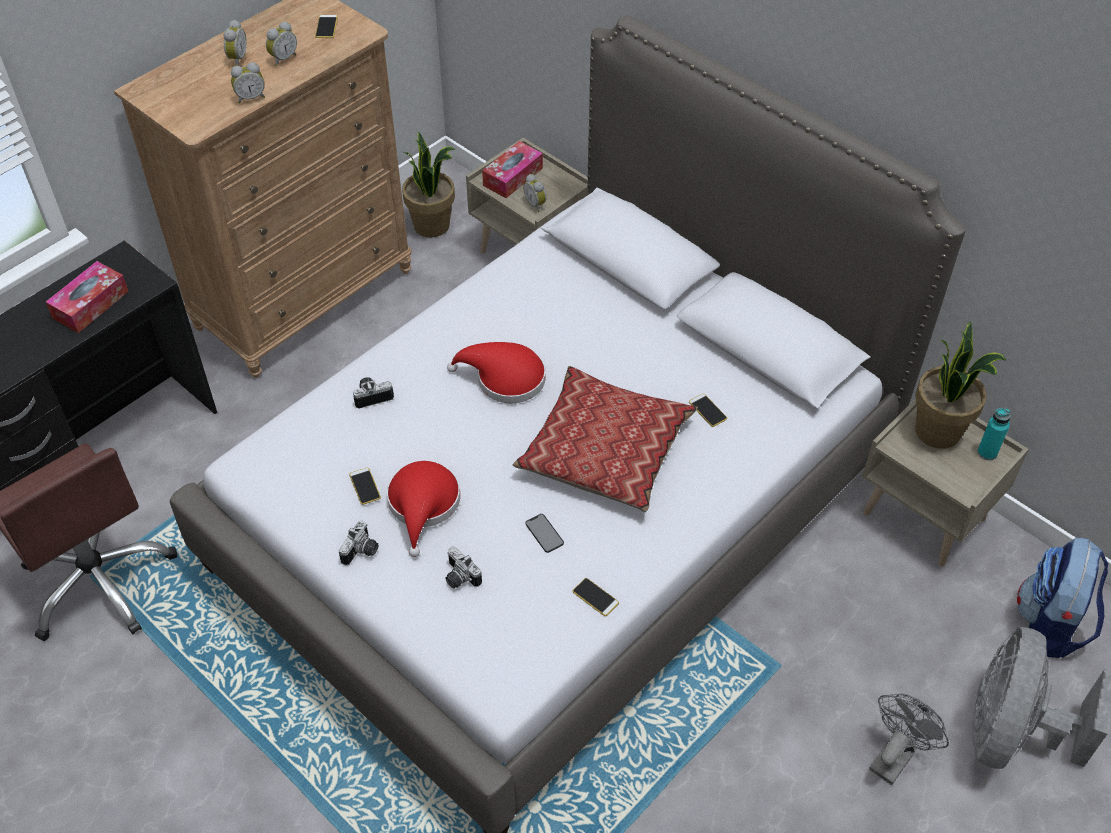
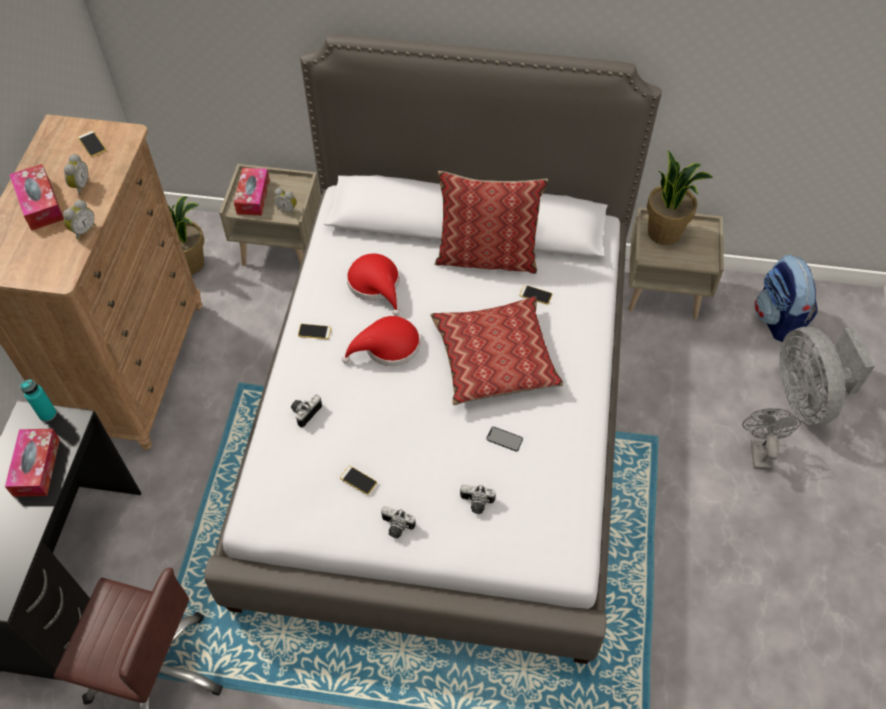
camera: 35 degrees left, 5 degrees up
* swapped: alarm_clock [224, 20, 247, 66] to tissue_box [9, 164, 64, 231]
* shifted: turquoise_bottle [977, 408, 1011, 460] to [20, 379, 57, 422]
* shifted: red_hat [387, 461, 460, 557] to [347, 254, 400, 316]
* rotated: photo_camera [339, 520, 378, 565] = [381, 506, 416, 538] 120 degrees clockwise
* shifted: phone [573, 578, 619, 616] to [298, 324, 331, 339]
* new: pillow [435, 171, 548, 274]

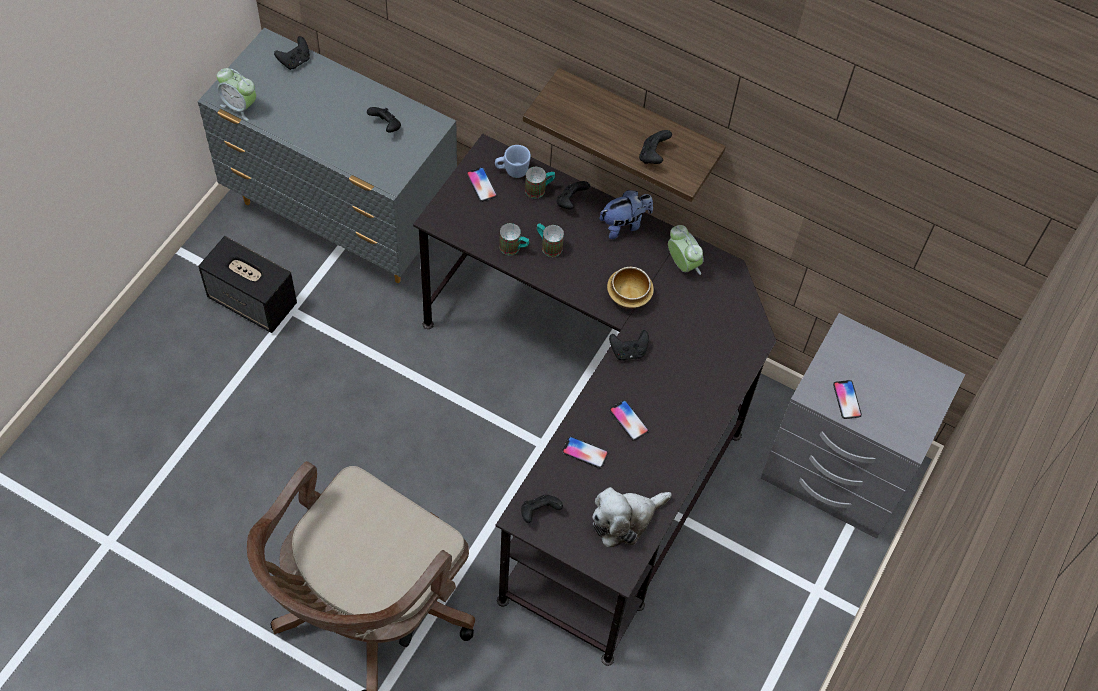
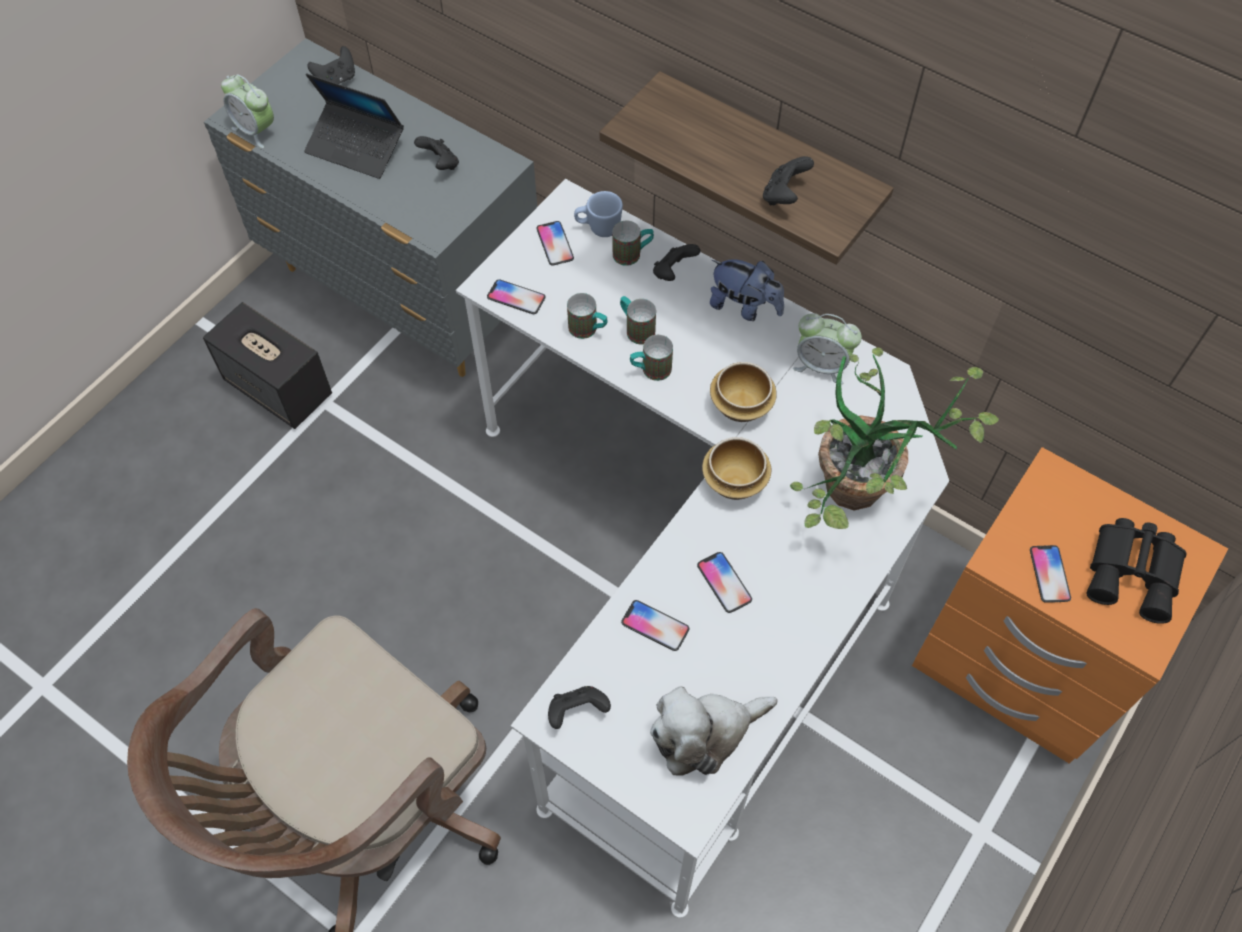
camera: 10 degrees right, 0 degrees up
* repainted: black_desk [413, 134, 776, 666] to white_desk [456, 179, 949, 918]
* rotated: plush_toy [600, 190, 653, 239] = [710, 259, 784, 321] 45 degrees clockwise
* rotated: alarm_clock [668, 225, 704, 275] = [793, 313, 862, 384] 135 degrees clockwise
* repainted: grey_nightstand [761, 313, 965, 539] to orange_nightstand [912, 447, 1228, 764]
* swapped: black_game_controller [609, 330, 649, 361] to bowl [702, 437, 771, 500]
* new: laptop [304, 73, 404, 179]
* new: phone [487, 279, 546, 314]
* new: mug [630, 335, 673, 381]
* new: potted_plant [790, 347, 999, 529]
* new: black_binoculars [1086, 518, 1187, 624]

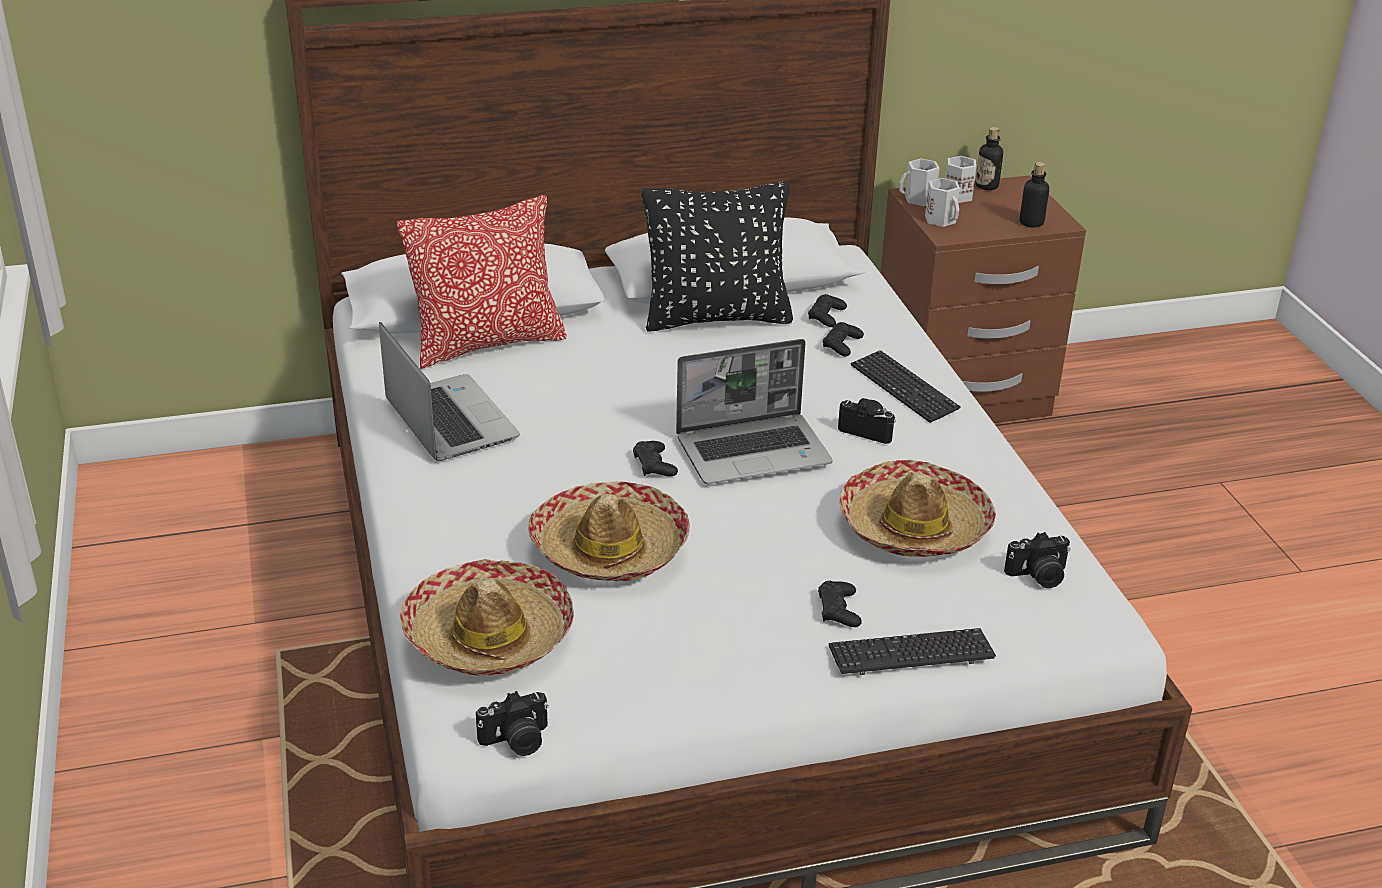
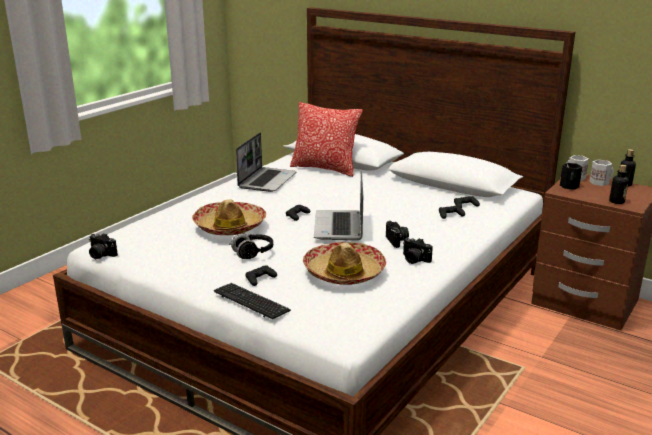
camera: 50 degrees right, 10 degrees down
* repainted: white_mug [925, 178, 960, 227] to black_mug [560, 163, 582, 190]
* gone: black_pillow [642, 181, 793, 332]
* rotated: laptop [676, 339, 833, 484] = [314, 171, 363, 240] 60 degrees clockwise
* gone: keyboard [851, 350, 961, 423]
* shifted: photo_camera [1004, 532, 1070, 588] to [403, 238, 433, 264]
* gone: hat [400, 559, 574, 676]
* new: black_headphones [229, 233, 273, 259]

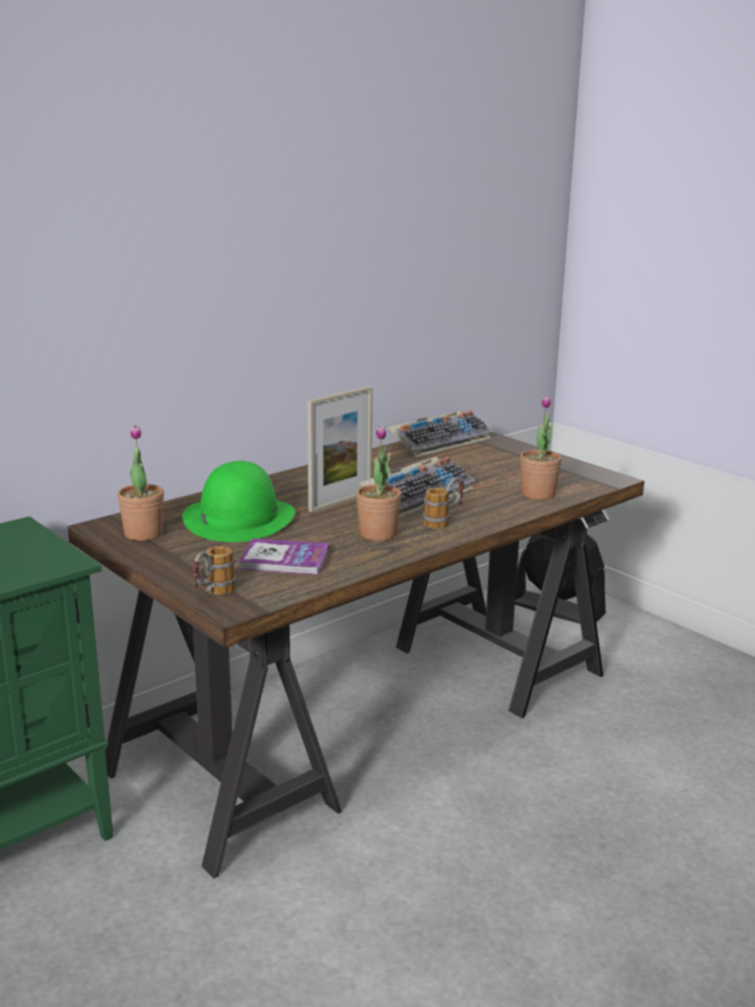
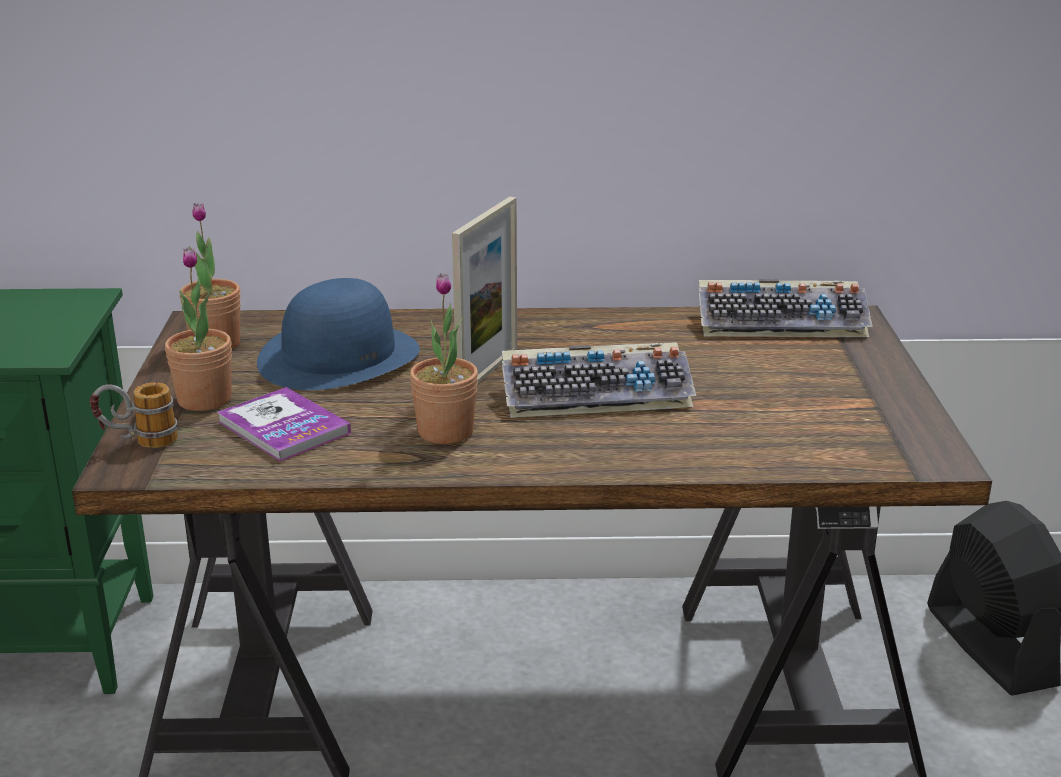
camera: 40 degrees right, 5 degrees up
* rotated: picture_frame [307, 386, 373, 512] = [452, 197, 517, 384] 60 degrees counterclockwise
* shifted: potted_plant [520, 395, 561, 500] to [165, 247, 232, 411]
* repainted: green_hat [182, 461, 295, 542] to blue_hat [257, 278, 420, 390]
* gone: mug [423, 476, 464, 529]

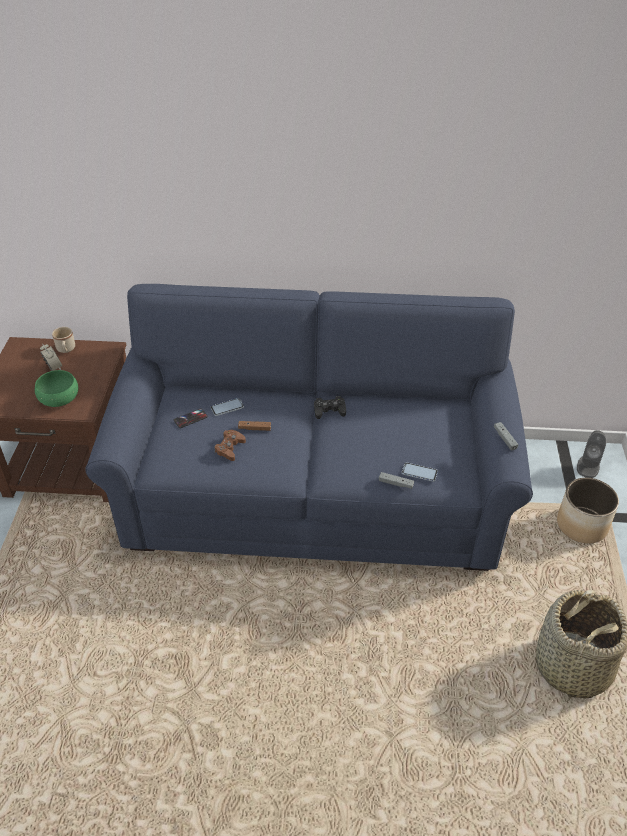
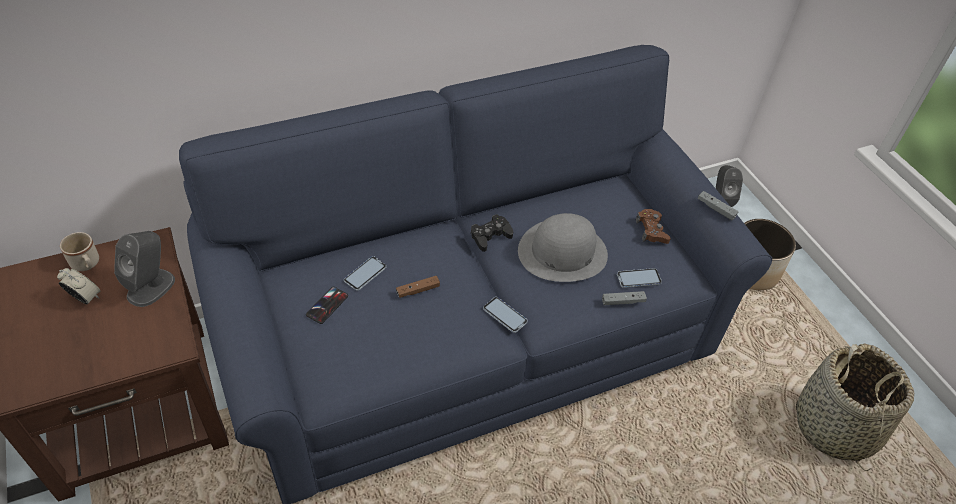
camera: 30 degrees left, 5 degrees up
* gone: green_bowl [35, 370, 78, 407]
* shifted: brown_game_controller [214, 430, 246, 461] to [636, 209, 671, 244]
* new: grey_hat [518, 213, 608, 282]
* new: grey_speaker [114, 231, 175, 307]
* new: phone [483, 297, 528, 333]

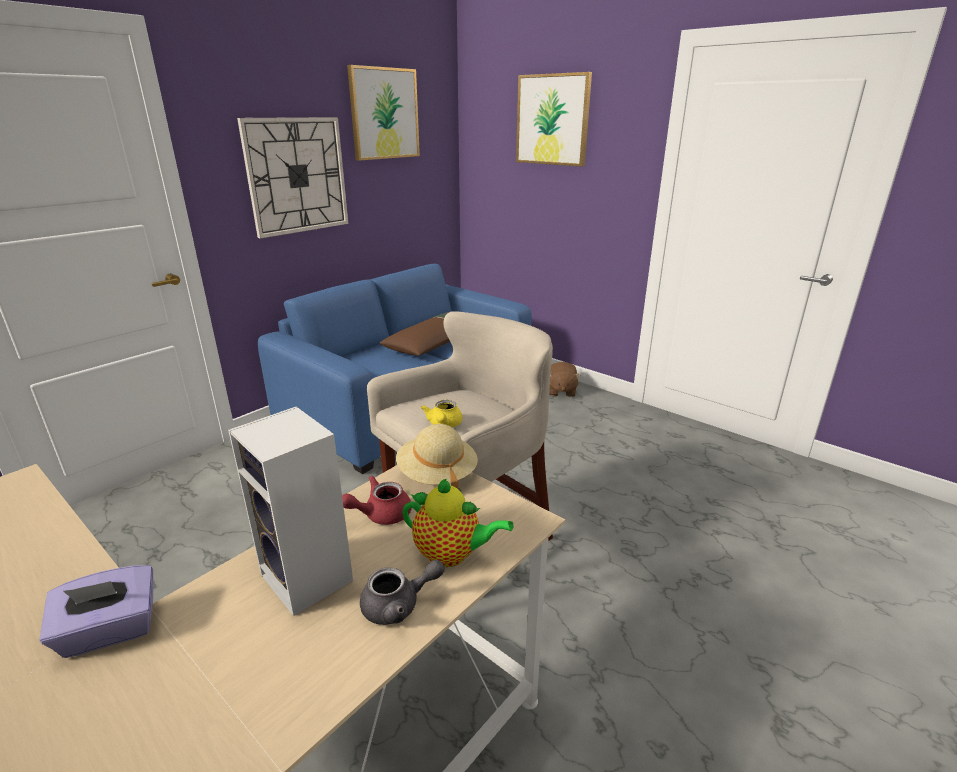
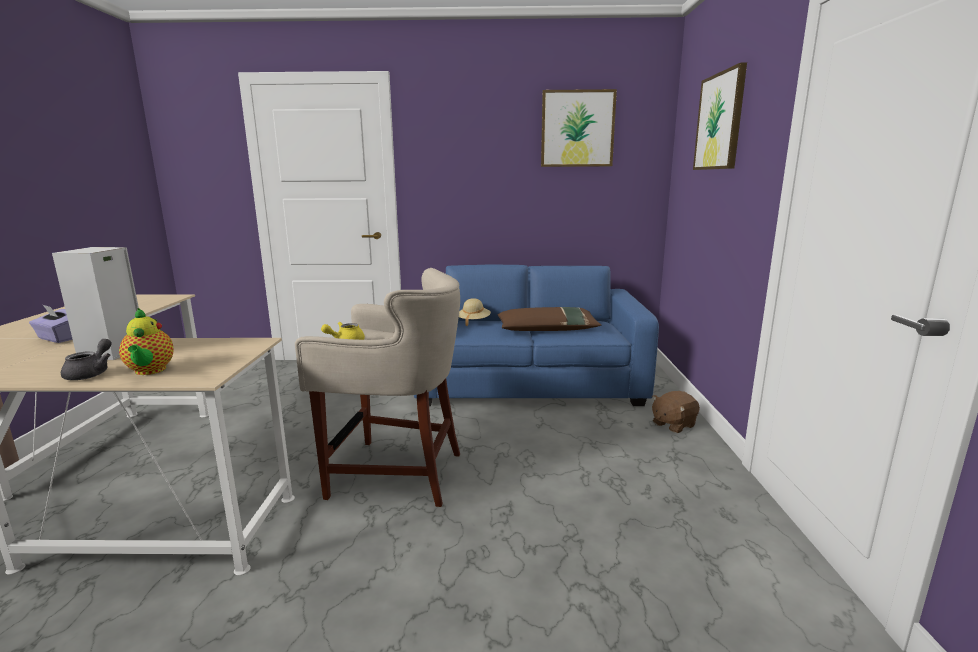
camera: 50 degrees right, 10 degrees down
* gone: wall_clock [237, 117, 348, 238]
* shifted: beige_hat [396, 424, 478, 488] to [459, 298, 491, 326]
* gone: red_teapot [342, 476, 412, 525]
* rotated: grey_teapot [360, 560, 445, 625] = [61, 339, 112, 380] 120 degrees counterclockwise

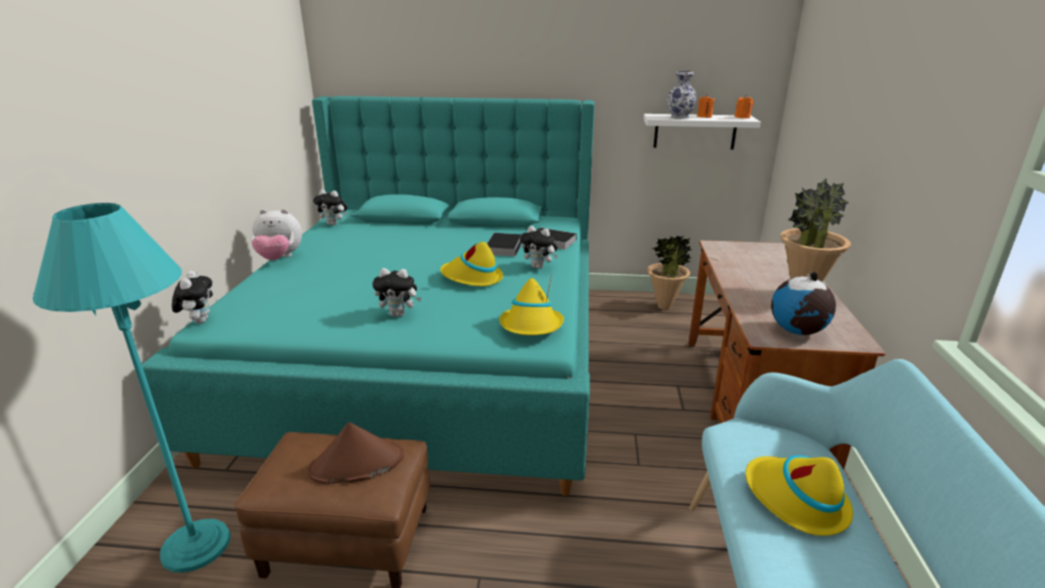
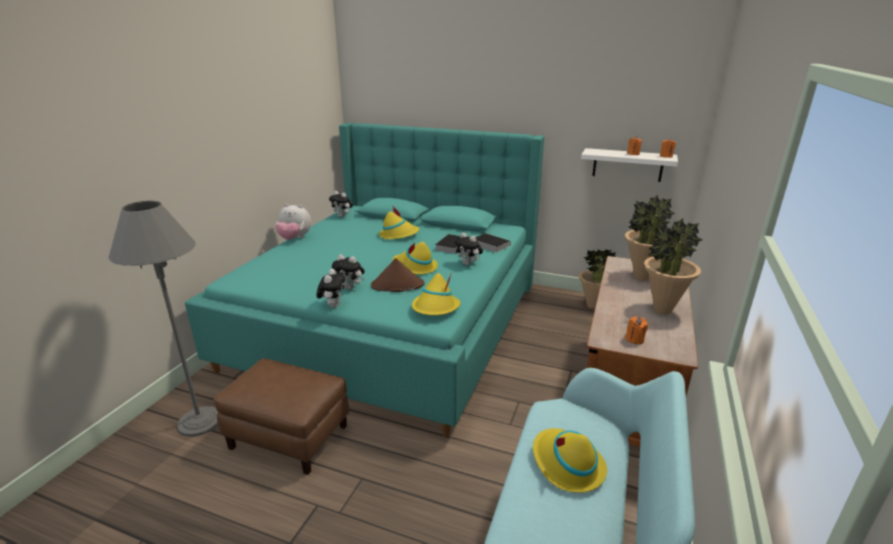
camera: 15 degrees right, 0 degrees up
* gone: vase [667, 71, 697, 119]
* repainted: turquoise_floor_lamp [33, 203, 231, 573] to grey_floor_lamp [109, 201, 219, 437]
* shifted: plush_toy [172, 271, 213, 324] to [316, 269, 345, 308]
* swapped: globe [771, 272, 836, 335] to orange_candle [625, 317, 648, 344]
* shifted: brown_hat [308, 422, 404, 484] to [371, 258, 425, 292]
* new: potted_plant [625, 195, 675, 280]
* new: yellow_hat [379, 205, 419, 239]

